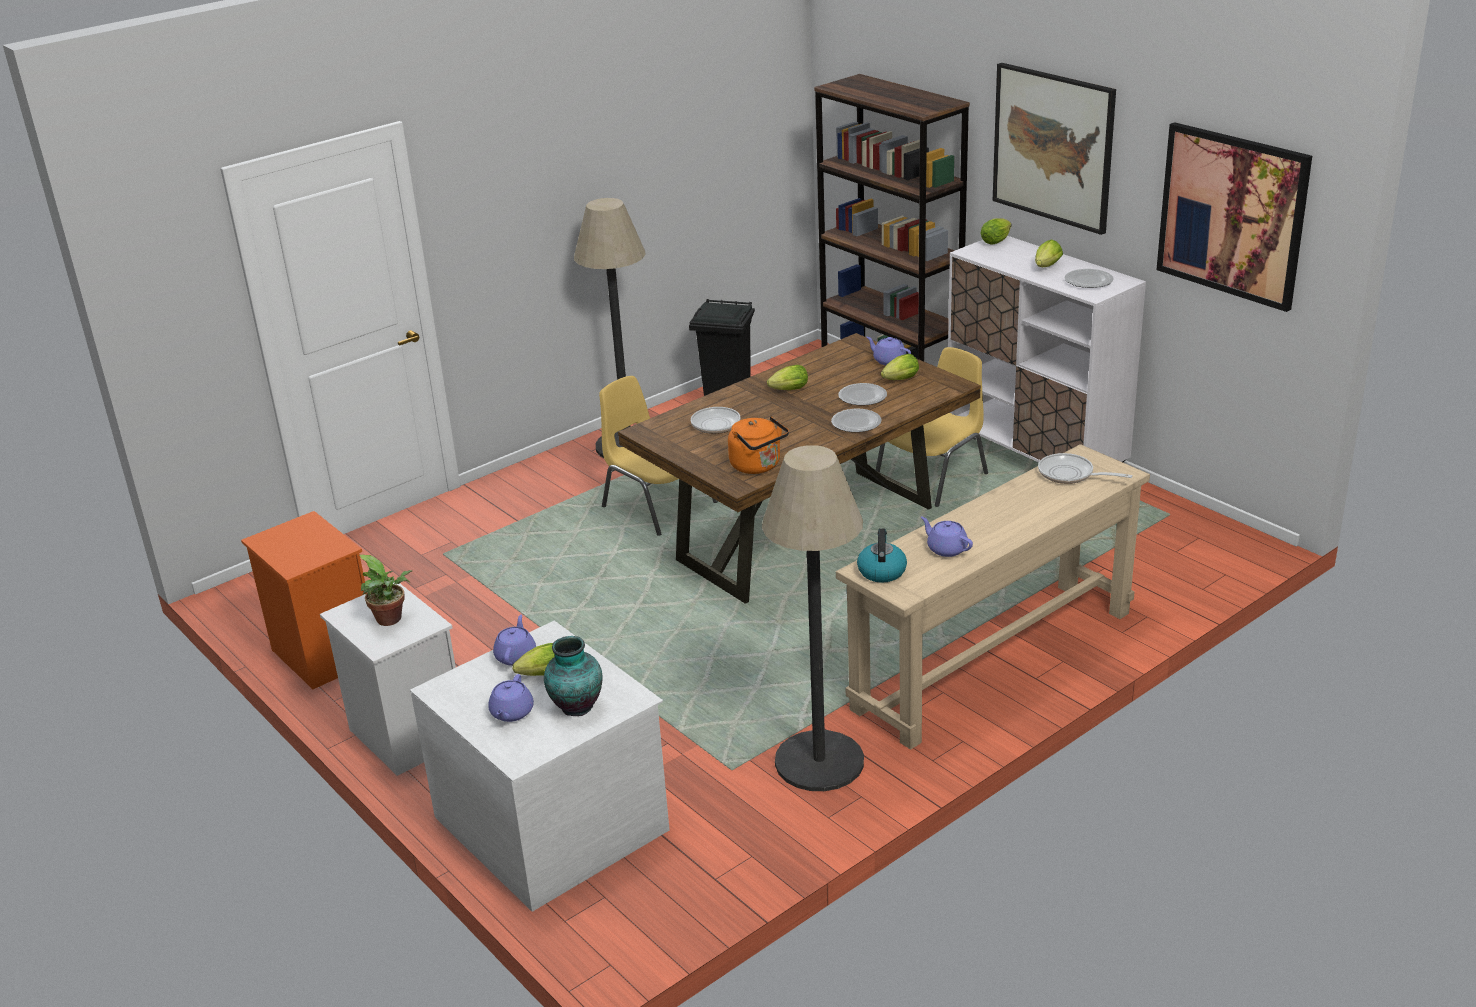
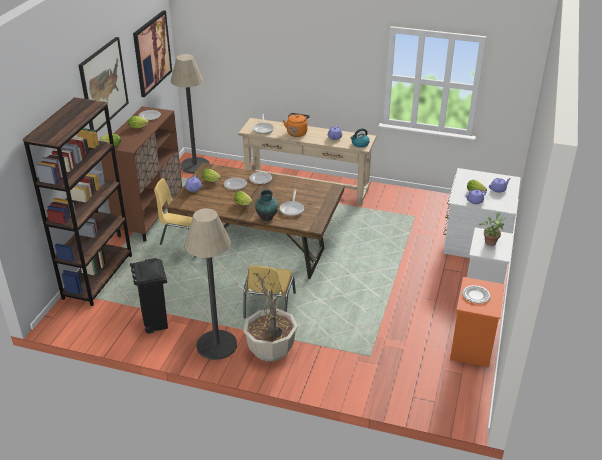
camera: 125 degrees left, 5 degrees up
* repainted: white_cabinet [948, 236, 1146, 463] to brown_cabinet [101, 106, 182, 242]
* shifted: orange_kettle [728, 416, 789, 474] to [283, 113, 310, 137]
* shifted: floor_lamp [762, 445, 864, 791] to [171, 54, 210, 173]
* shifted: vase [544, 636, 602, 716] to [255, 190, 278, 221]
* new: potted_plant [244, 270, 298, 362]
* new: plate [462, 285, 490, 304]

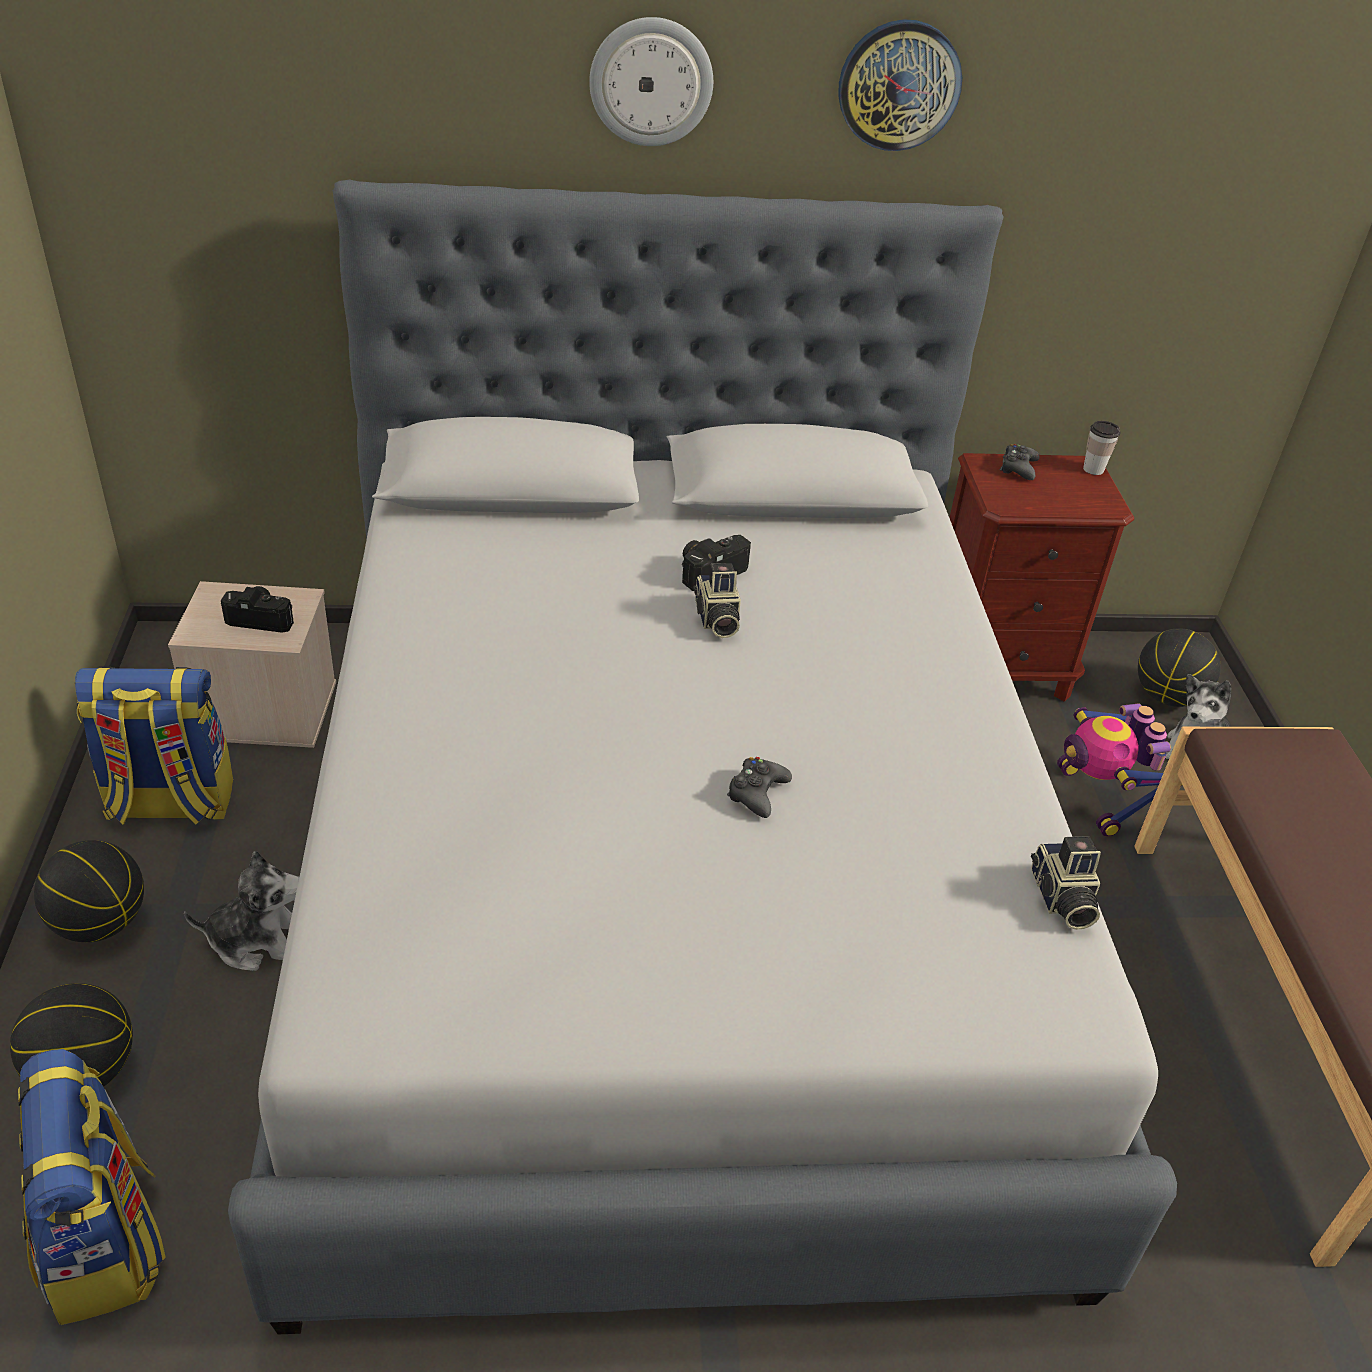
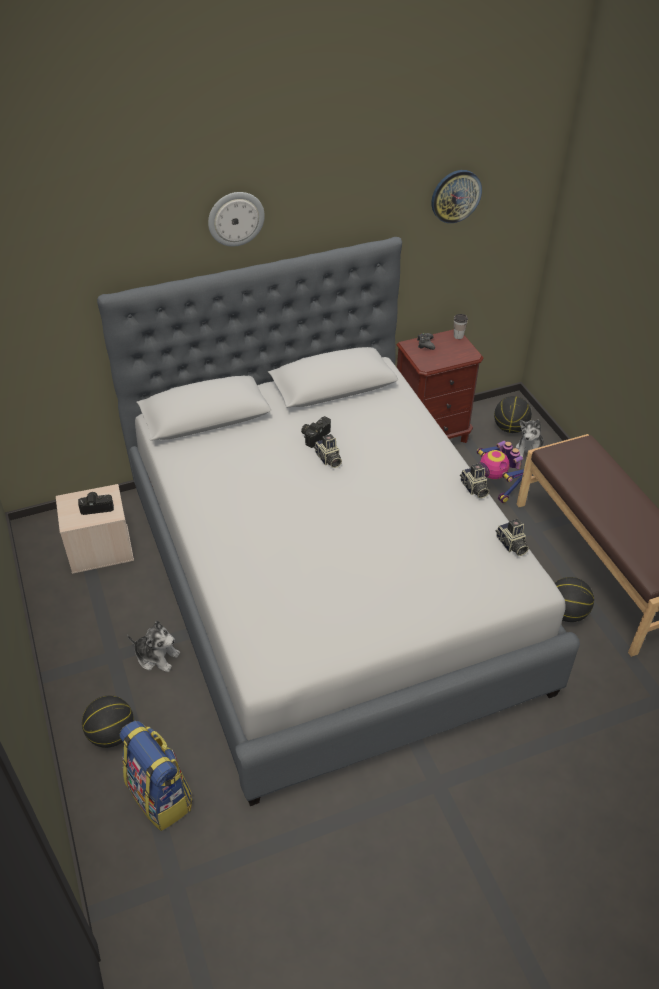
camera: 15 degrees left, 5 degrees up
* shifted: wall_clock [838, 19, 962, 151] to [431, 170, 482, 223]
* gone: backpack [75, 667, 233, 825]
* gone: black_game_controller [727, 757, 792, 818]
* shifted: basketball [34, 840, 144, 942] to [555, 577, 594, 622]
* rotated: plush_toy [184, 851, 299, 971] = [127, 621, 180, 672] 45 degrees clockwise
* new: photo_camera [460, 463, 489, 498]

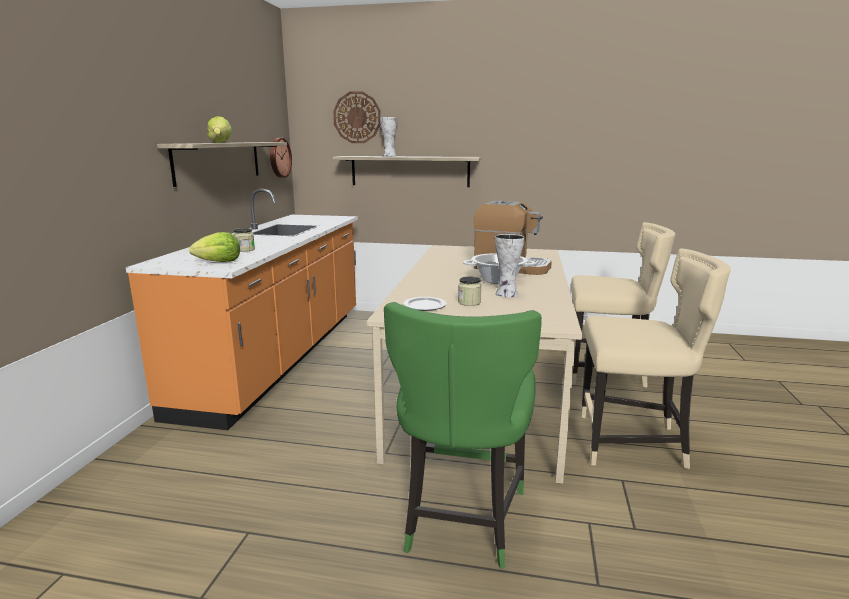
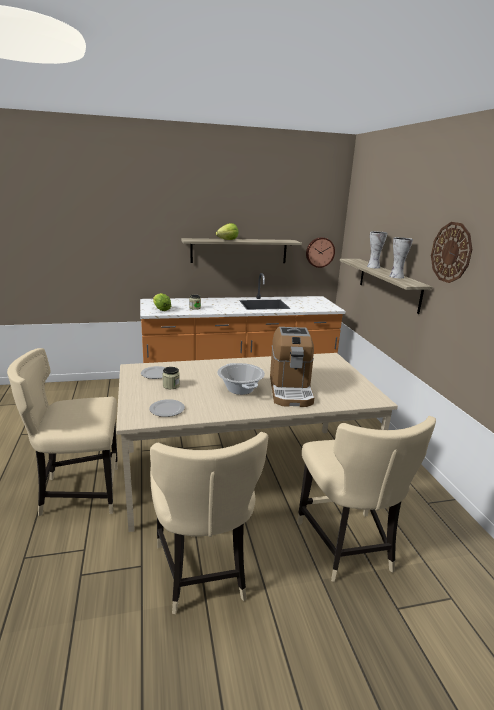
camera: 65 degrees right, 5 degrees up
* shifted: wall_clock [333, 91, 381, 143] to [431, 222, 472, 283]
* shifted: vase [495, 234, 525, 298] to [389, 237, 413, 278]
* repainted: green_chair [384, 302, 542, 569] to beige_chair [7, 348, 118, 516]
* new: plate [149, 399, 185, 417]

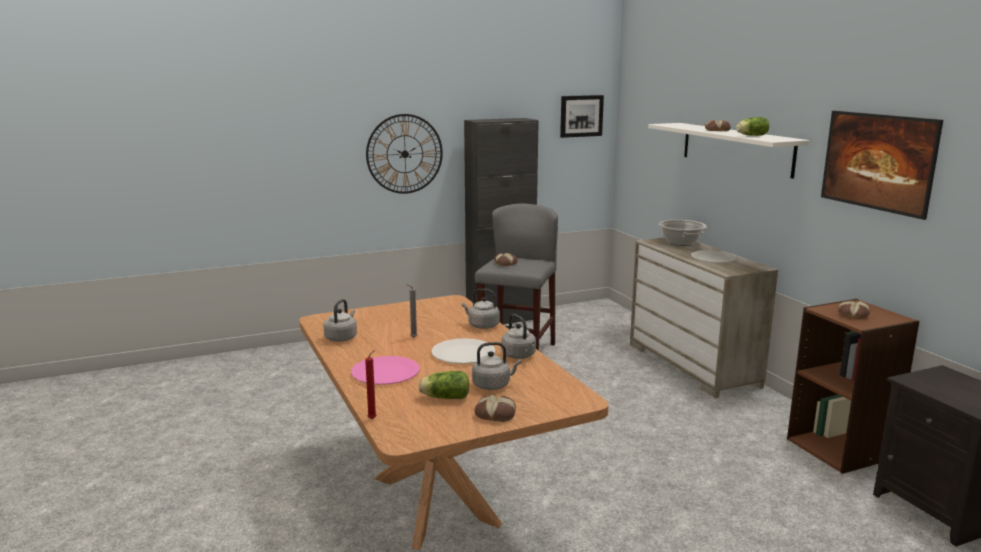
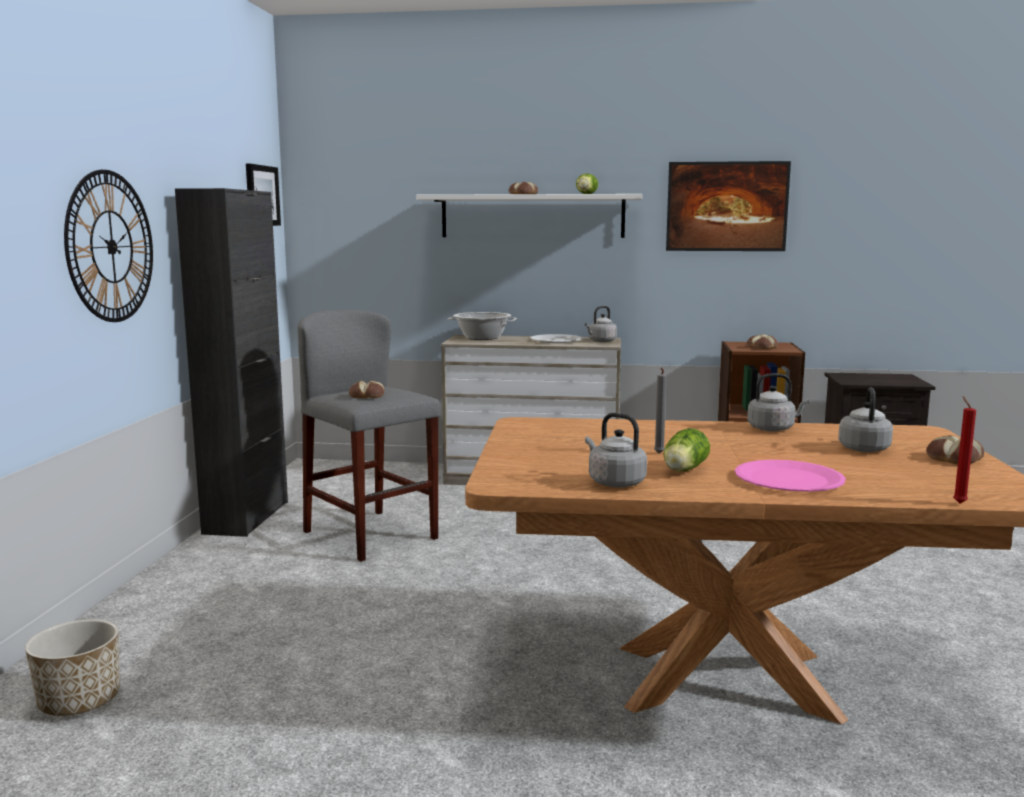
camera: 60 degrees left, 5 degrees down
* shifted: grey_kettle [462, 289, 500, 329] to [585, 306, 617, 342]
* gone: white_plate [431, 338, 495, 364]
* shifted: lettuce [418, 371, 469, 399] to [664, 428, 710, 472]
* new: planter [25, 619, 120, 716]

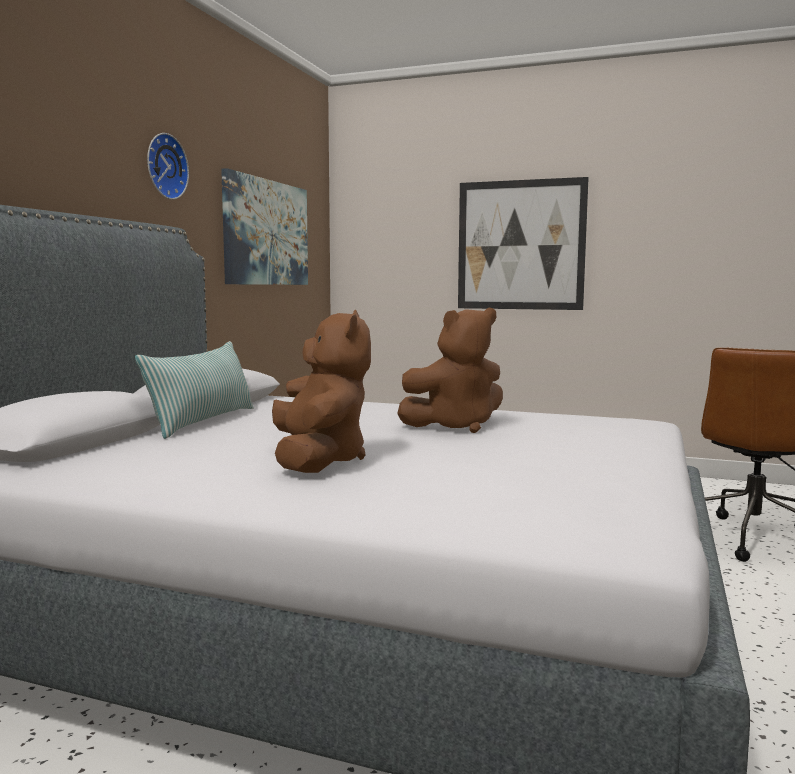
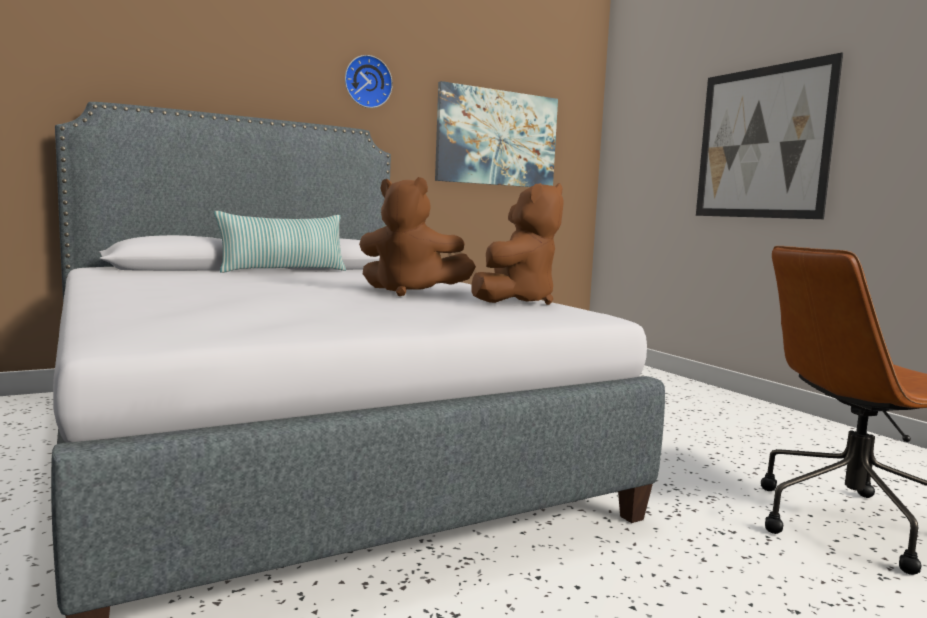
camera: 40 degrees right, 0 degrees up
* shifted: brown_plush_toy [272, 310, 371, 473] to [471, 183, 564, 305]

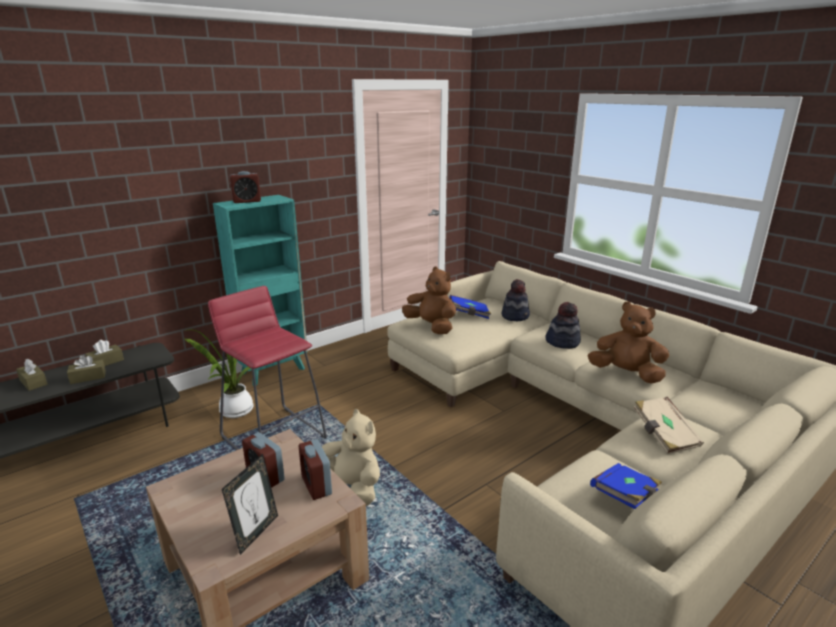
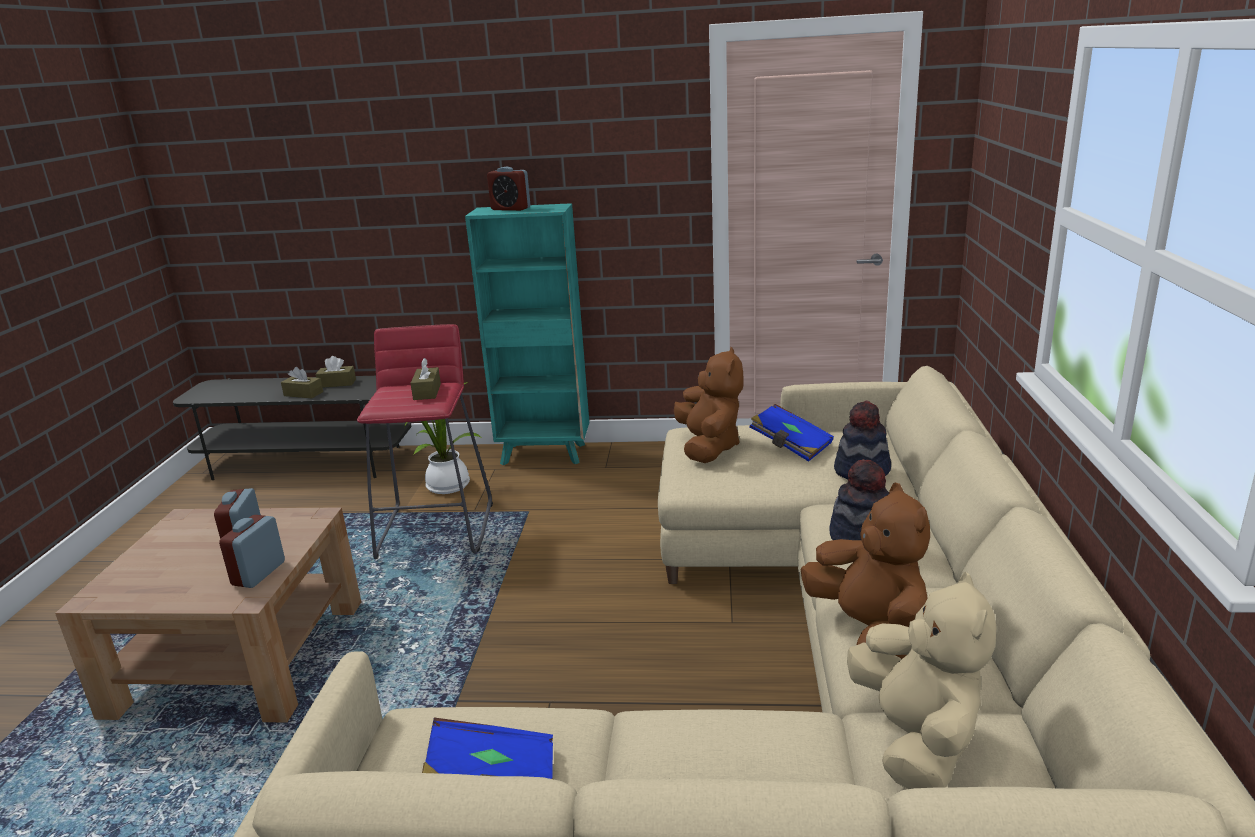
camera: 45 degrees right, 0 degrees up
* shifted: brown_tissue_box [16, 359, 48, 391] to [410, 358, 441, 400]
* gone: beige_book [633, 397, 704, 454]
* shifted: beige_plush_toy [322, 409, 380, 506] to [847, 572, 997, 789]
* gone: picture_frame [222, 454, 278, 555]

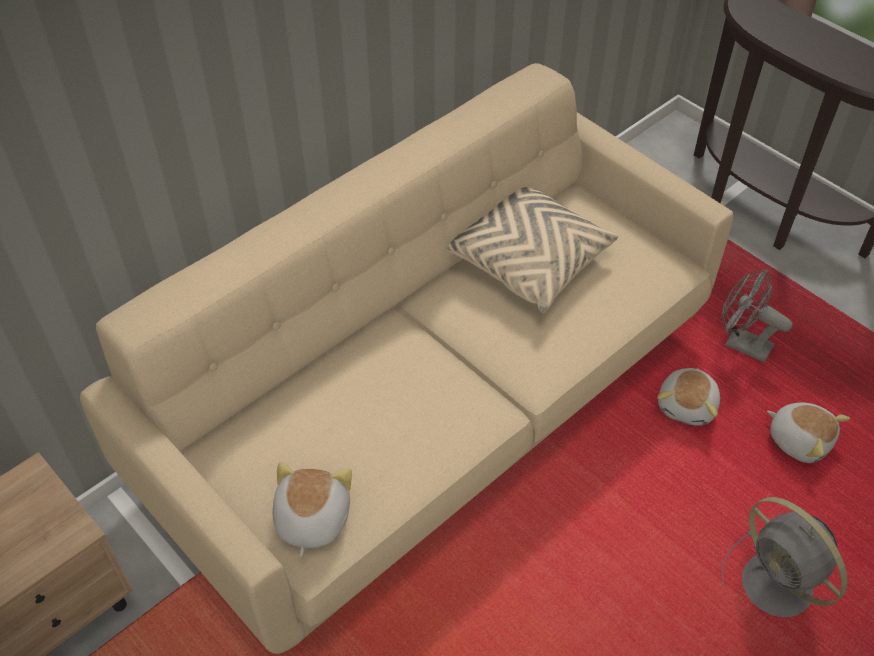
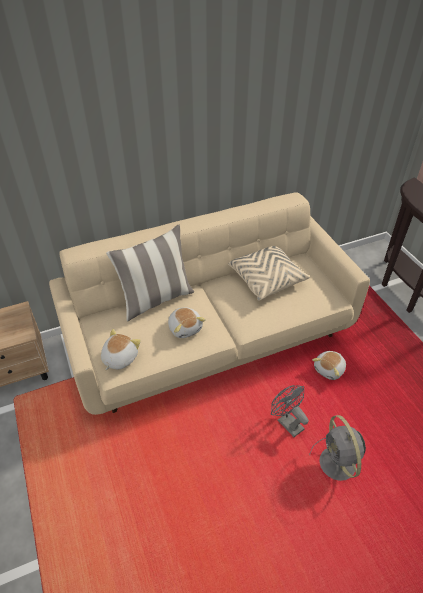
camera: 20 degrees right, 5 degrees down
* shifted: grey_fan [721, 270, 793, 362] to [271, 385, 309, 437]
* shifted: plush_toy [767, 402, 850, 463] to [168, 307, 206, 338]
* new: pillow [106, 225, 194, 321]

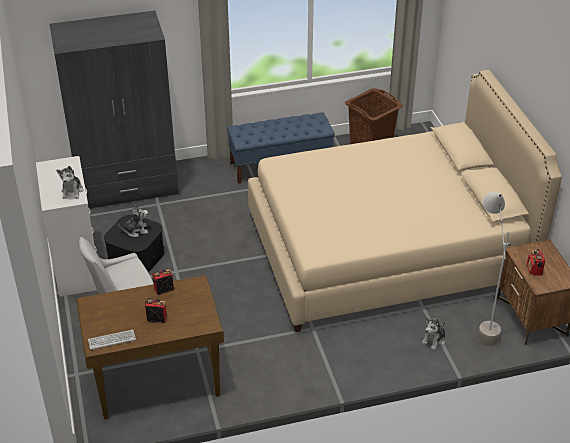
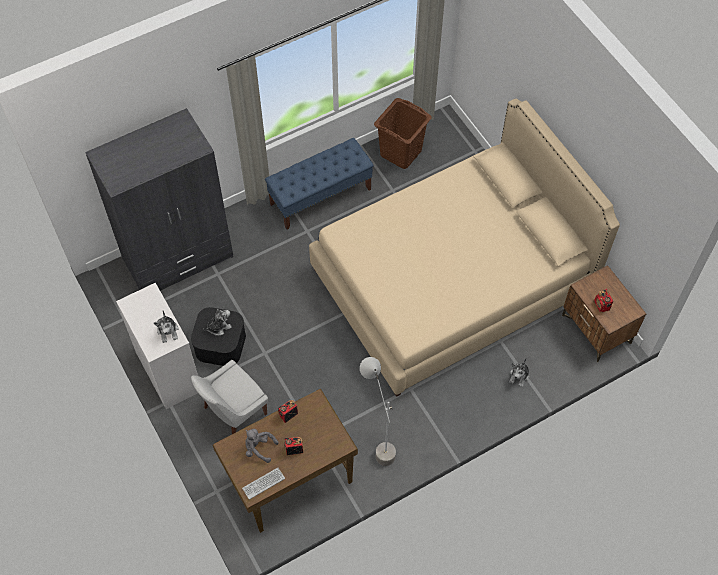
camera: 15 degrees left, 20 degrees up
* shifted: grey_floor_lamp [478, 192, 511, 346] to [360, 357, 396, 466]
* new: grey_plush_toy [245, 429, 279, 463]

